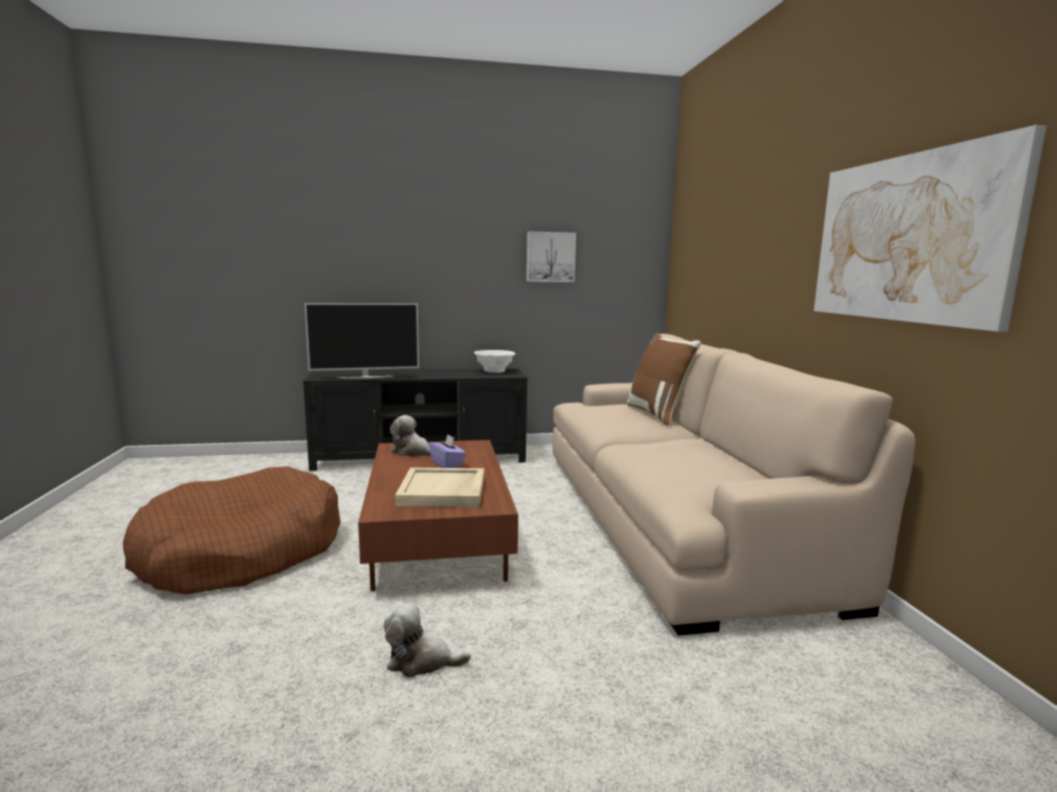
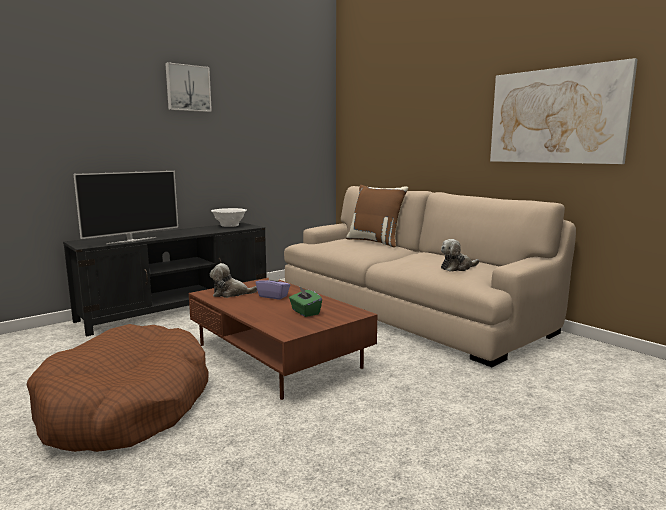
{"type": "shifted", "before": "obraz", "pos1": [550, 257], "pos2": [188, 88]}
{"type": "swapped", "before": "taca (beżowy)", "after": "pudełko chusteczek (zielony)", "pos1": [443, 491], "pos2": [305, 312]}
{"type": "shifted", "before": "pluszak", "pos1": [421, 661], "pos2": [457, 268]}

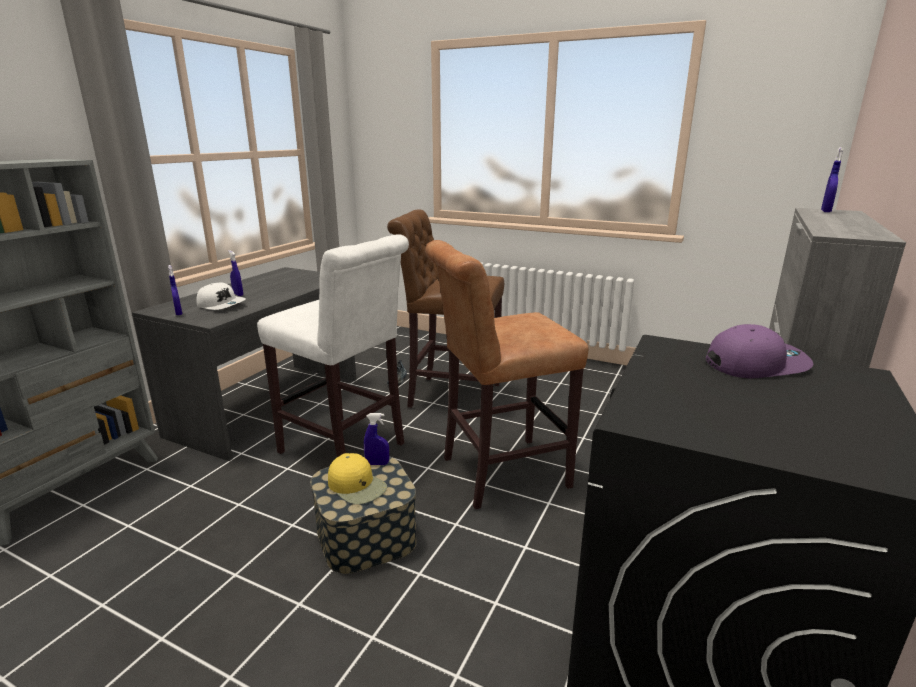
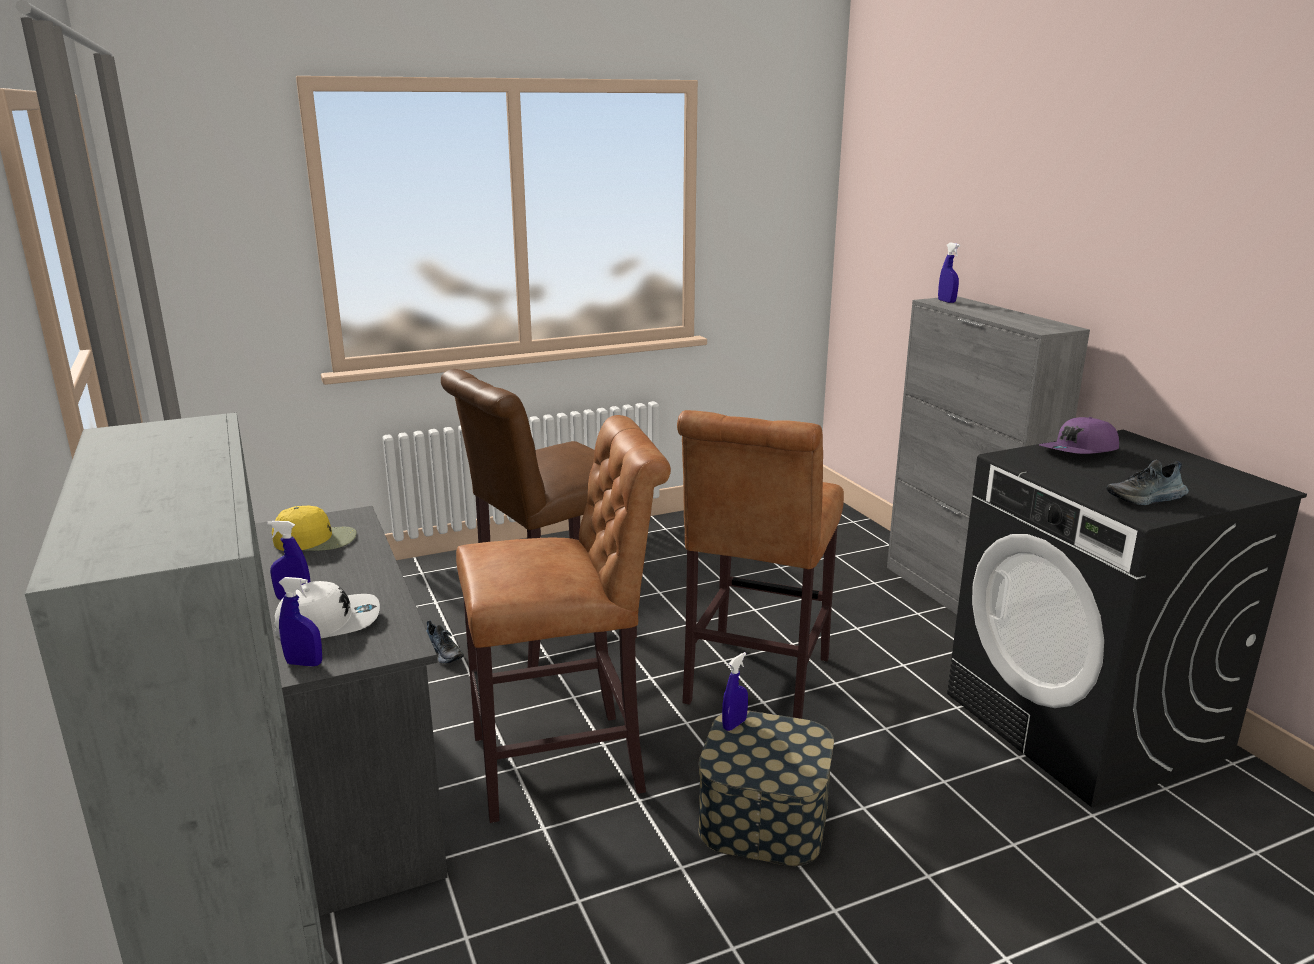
{"type": "shifted", "before": "czapka z daszkiem (żółty)", "pos1": [357, 486], "pos2": [316, 539]}
{"type": "repainted", "before": "stołek (biały)", "after": "stołek (brązowy)", "pos1": [347, 450], "pos2": [568, 763]}
{"type": "rotated", "before": "czapka z daszkiem (fioletowy)", "pos1": [755, 364], "pos2": [1079, 451], "turn": -150}
{"type": "new", "after": "but", "pos2": [1146, 499]}

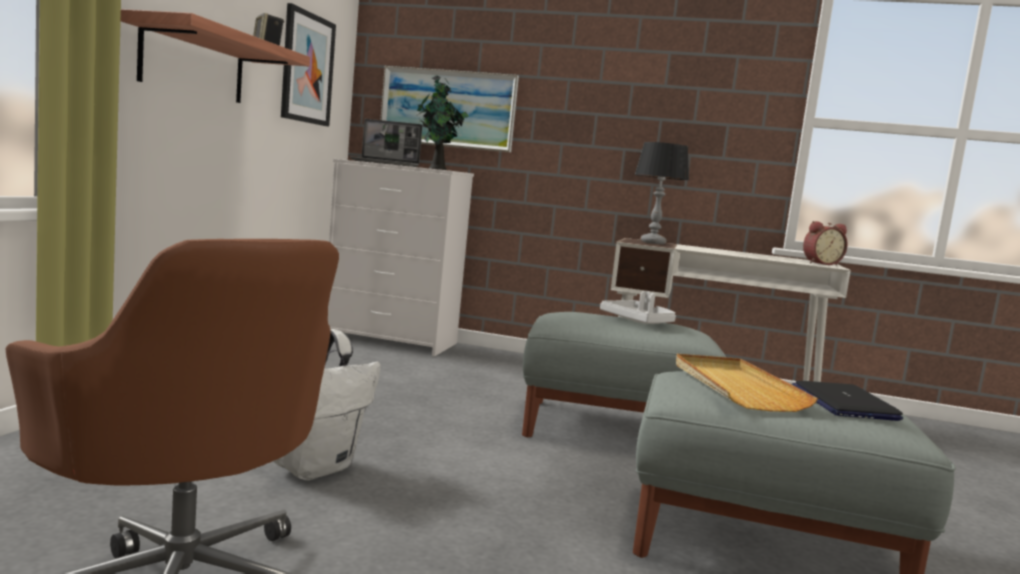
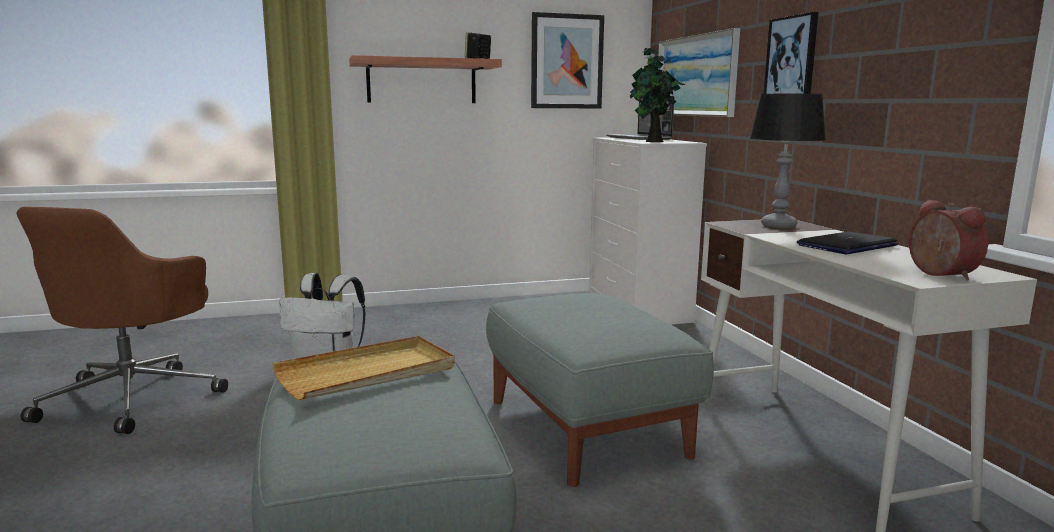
{"type": "new", "after": "obraz", "pos2": [792, 60]}
{"type": "shifted", "before": "laptop", "pos1": [843, 403], "pos2": [847, 245]}
{"type": "rotated", "before": "budzik", "pos1": [820, 263], "pos2": [938, 274], "turn": -150}
{"type": "gone", "before": "taca (szary)", "pos1": [638, 321]}

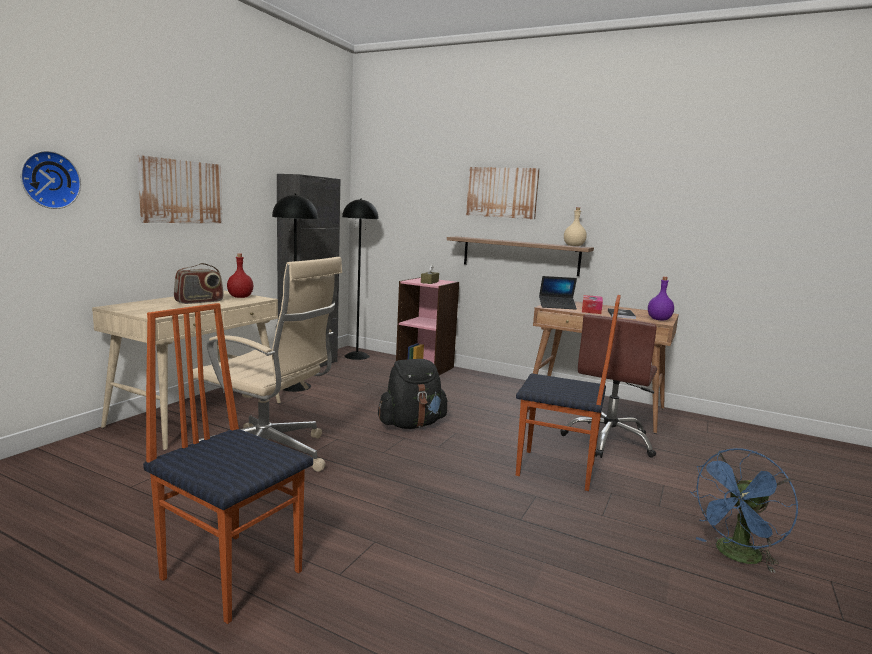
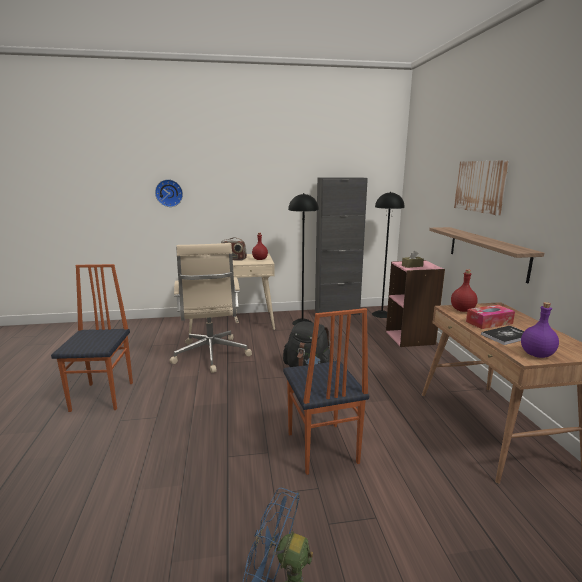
{"type": "swapped", "before": "laptop", "after": "butelka (czerwony)", "pos1": [557, 306], "pos2": [463, 310]}
{"type": "gone", "before": "obraz", "pos1": [181, 191]}
{"type": "gone", "before": "krzesło biurowe (brązowy)", "pos1": [609, 441]}
{"type": "gone", "before": "butelka (beżowy)", "pos1": [574, 246]}

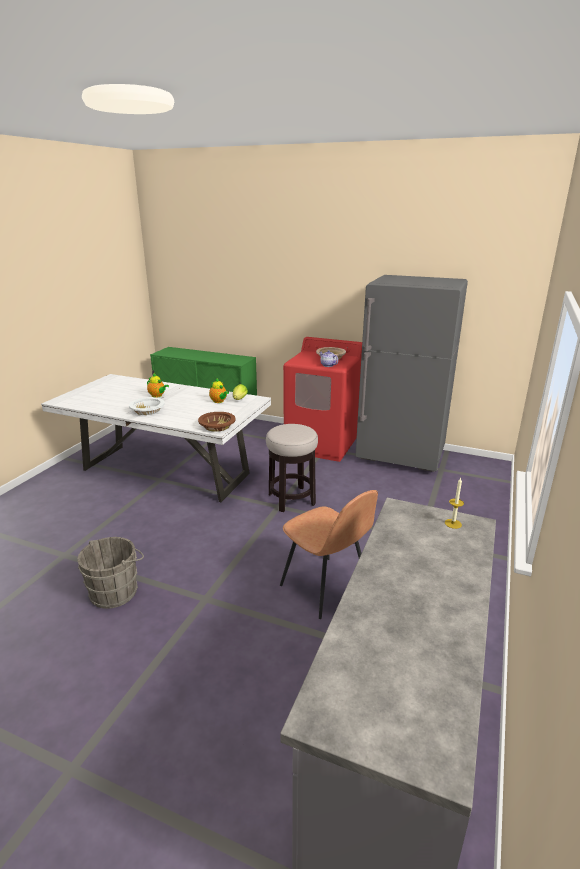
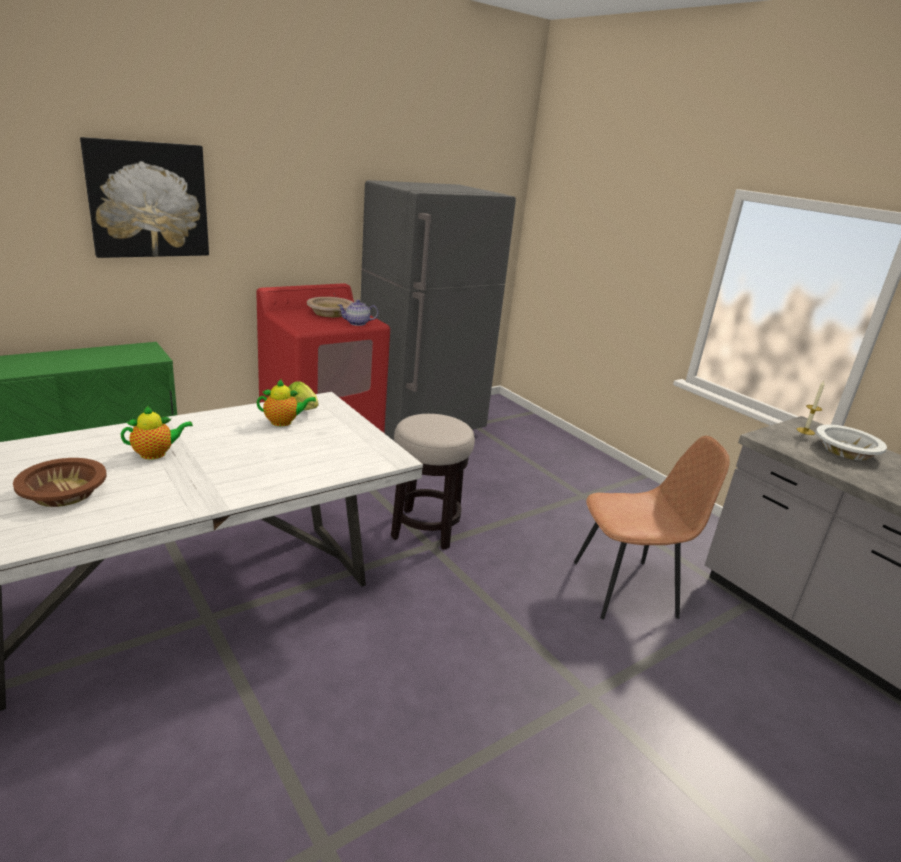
{"type": "shifted", "before": "miska (brązowy)", "pos1": [217, 426], "pos2": [64, 492]}
{"type": "new", "after": "obraz", "pos2": [148, 200]}
{"type": "shifted", "before": "miska (biały)", "pos1": [147, 410], "pos2": [846, 450]}
{"type": "gone", "before": "wiadro (szary)", "pos1": [116, 591]}

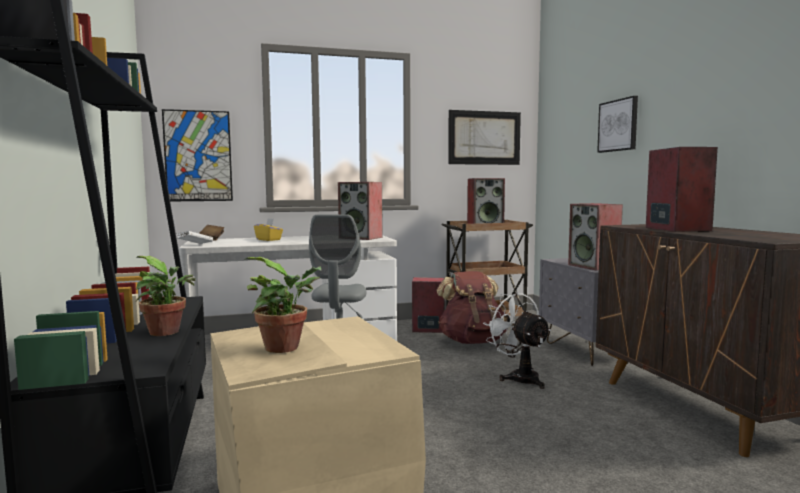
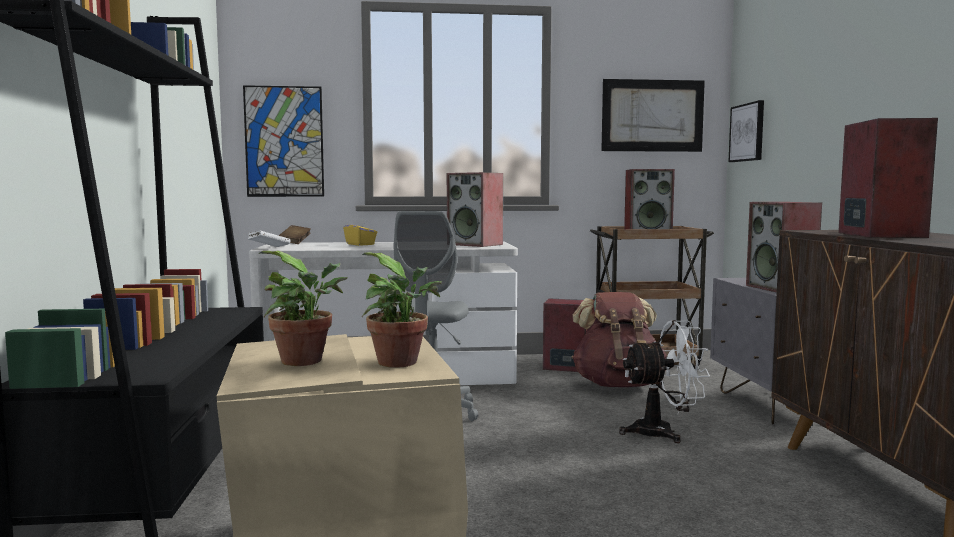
{"type": "shifted", "before": "roślina doniczkowa", "pos1": [167, 332], "pos2": [402, 363]}
{"type": "rotated", "before": "wentylator (biały)", "pos1": [519, 377], "pos2": [663, 432], "turn": 105}
{"type": "shifted", "before": "obraz", "pos1": [618, 125], "pos2": [747, 132]}

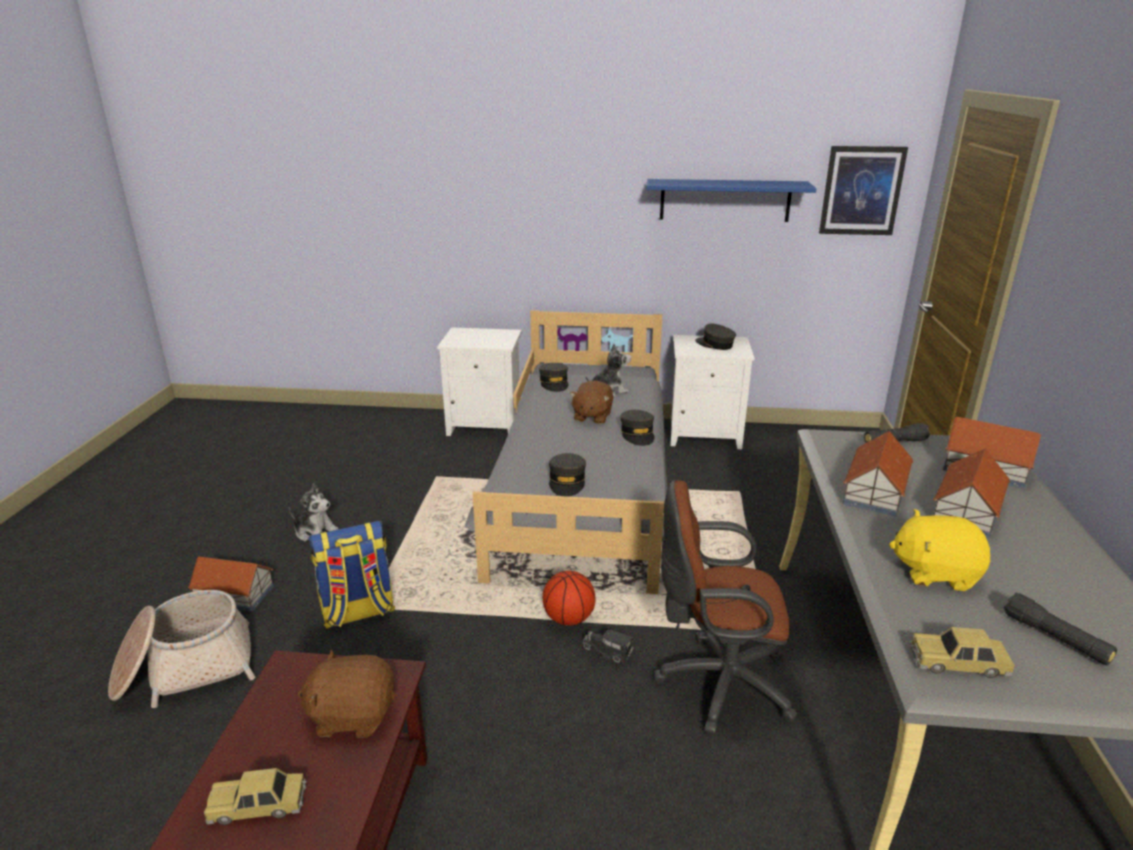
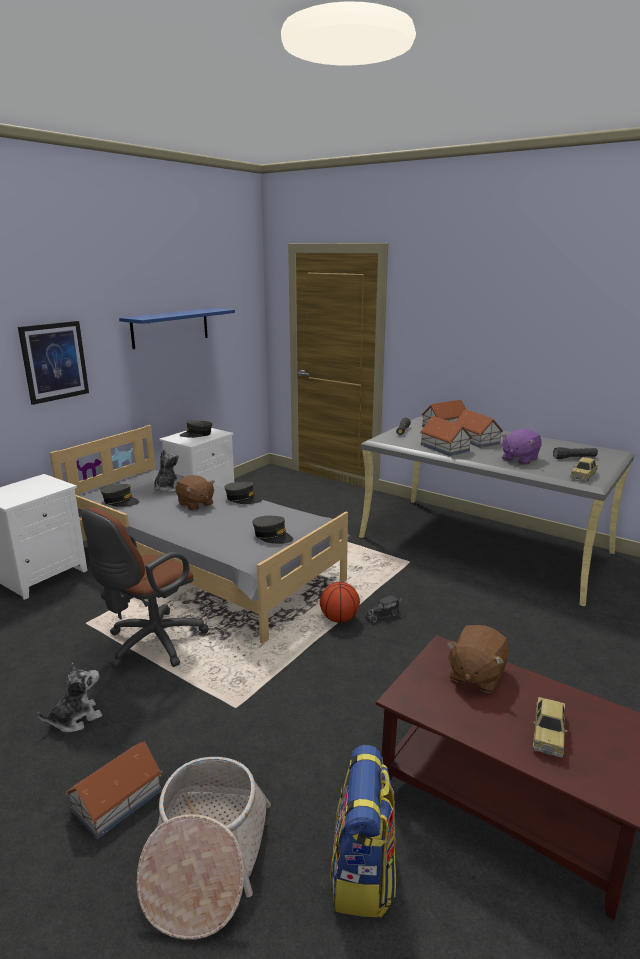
{"type": "shifted", "before": "obraz", "pos1": [861, 191], "pos2": [54, 361]}
{"type": "shifted", "before": "krzesło biurowe (brązowy)", "pos1": [717, 683], "pos2": [151, 644]}
{"type": "shifted", "before": "plecak", "pos1": [357, 612], "pos2": [363, 874]}
{"type": "repainted", "before": "pluszak (żółty)", "after": "pluszak (fioletowy)", "pos1": [934, 572], "pos2": [519, 459]}

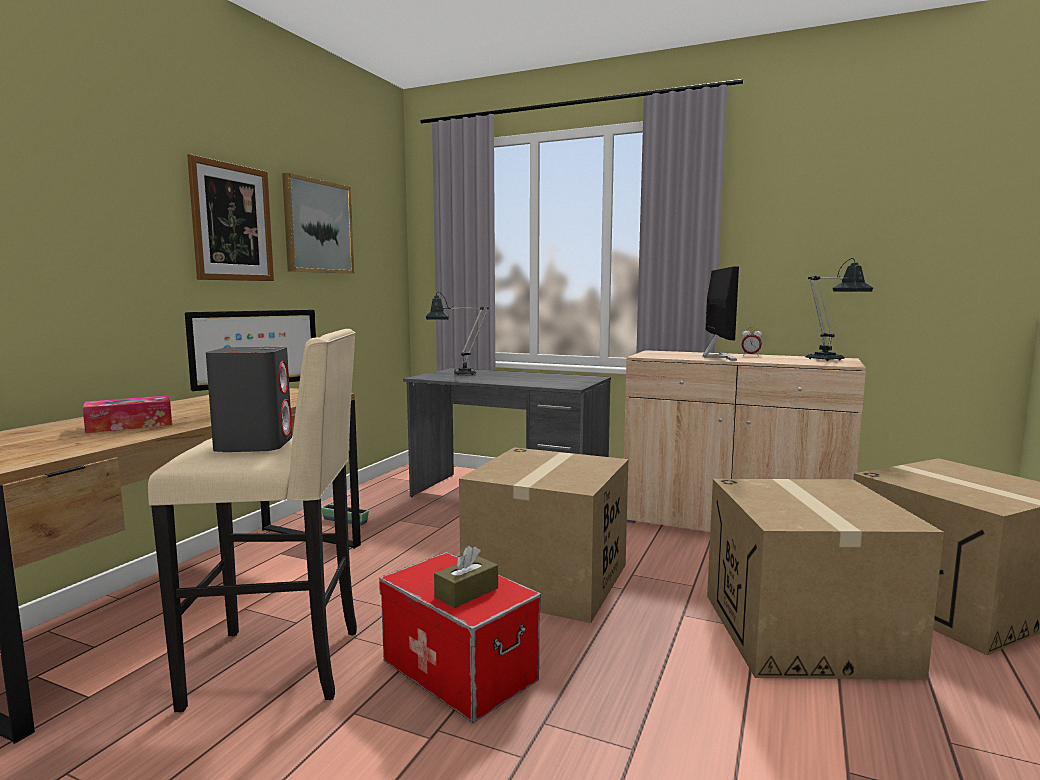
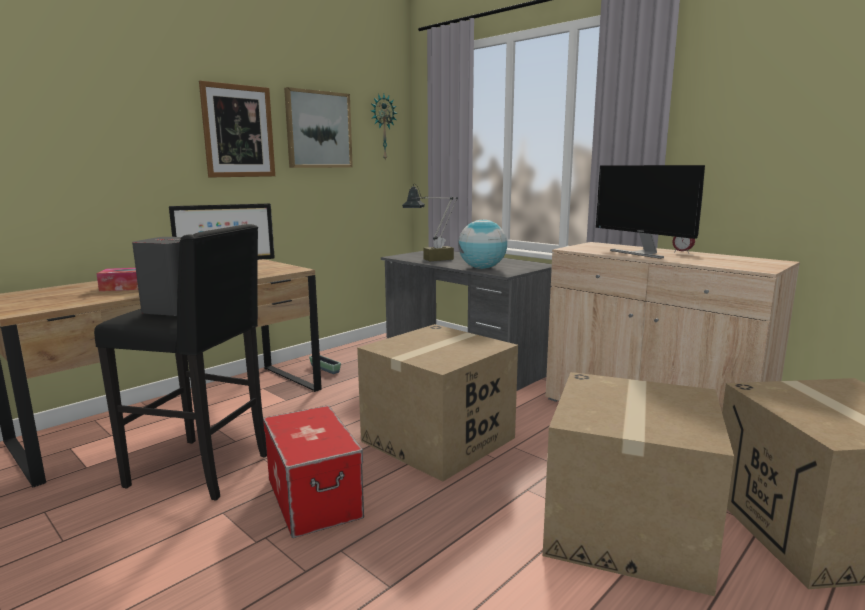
{"type": "repainted", "before": "stołek (beżowy)", "after": "stołek (czarny)", "pos1": [281, 666], "pos2": [203, 470]}
{"type": "new", "after": "zegar ścienny", "pos2": [382, 127]}
{"type": "shifted", "before": "pudełko chusteczek (brązowy)", "pos1": [466, 592], "pos2": [438, 259]}
{"type": "new", "after": "globus", "pos2": [482, 268]}
{"type": "rotated", "before": "monitor", "pos1": [717, 357], "pos2": [641, 253], "turn": 120}
{"type": "gone", "before": "lampa stołowa", "pos1": [830, 359]}

